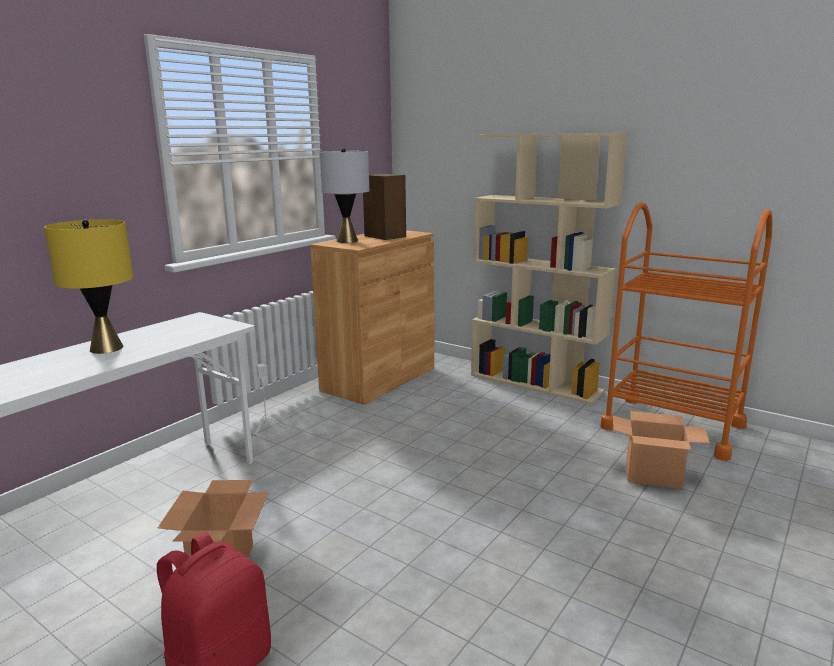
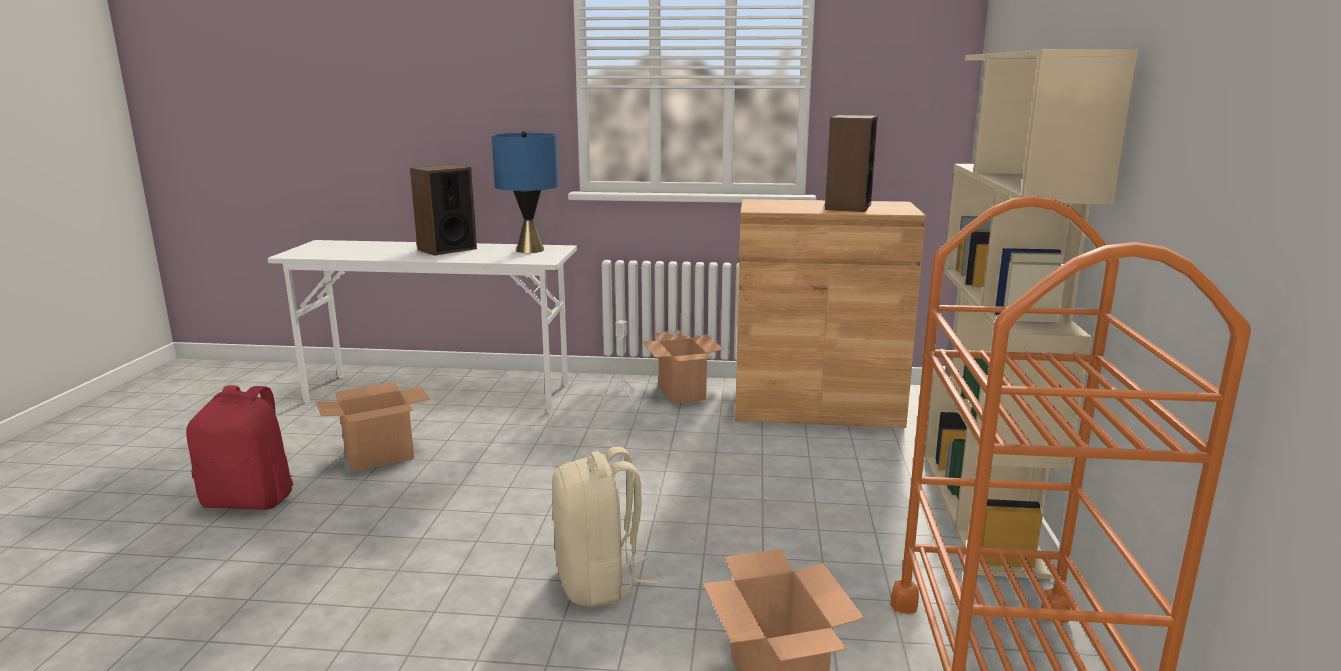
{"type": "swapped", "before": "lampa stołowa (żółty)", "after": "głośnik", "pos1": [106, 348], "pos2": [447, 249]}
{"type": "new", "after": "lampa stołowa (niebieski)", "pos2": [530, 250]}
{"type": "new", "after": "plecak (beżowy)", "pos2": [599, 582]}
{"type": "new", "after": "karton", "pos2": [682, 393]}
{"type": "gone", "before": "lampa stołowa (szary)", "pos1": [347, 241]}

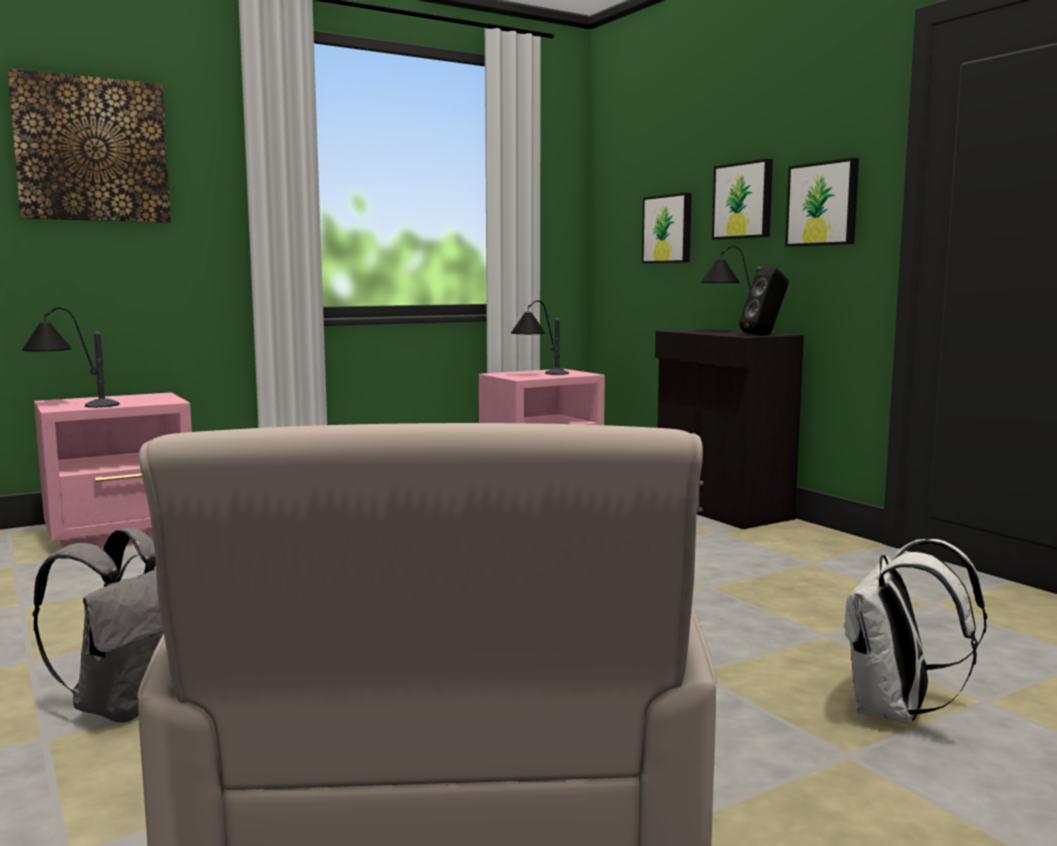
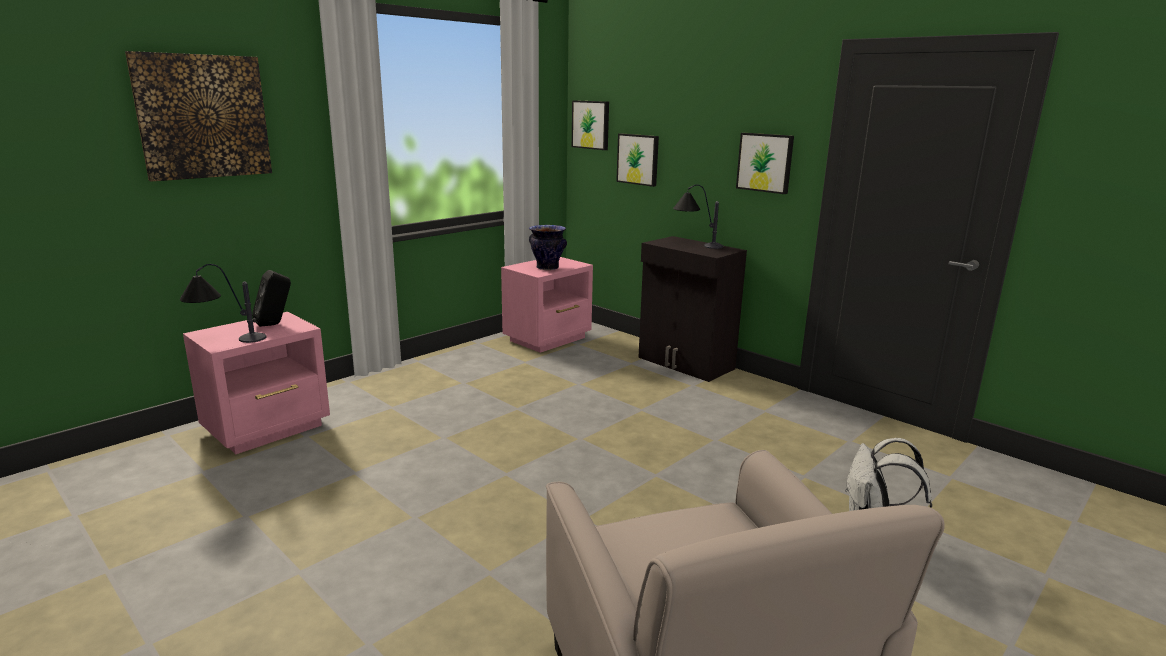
{"type": "shifted", "before": "głośnik (czarny)", "pos1": [764, 335], "pos2": [275, 324]}
{"type": "swapped", "before": "lampa stołowa", "after": "wazon", "pos1": [539, 375], "pos2": [548, 268]}
{"type": "shifted", "before": "obraz", "pos1": [744, 200], "pos2": [591, 125]}
{"type": "gone", "before": "plecak (szary)", "pos1": [129, 704]}

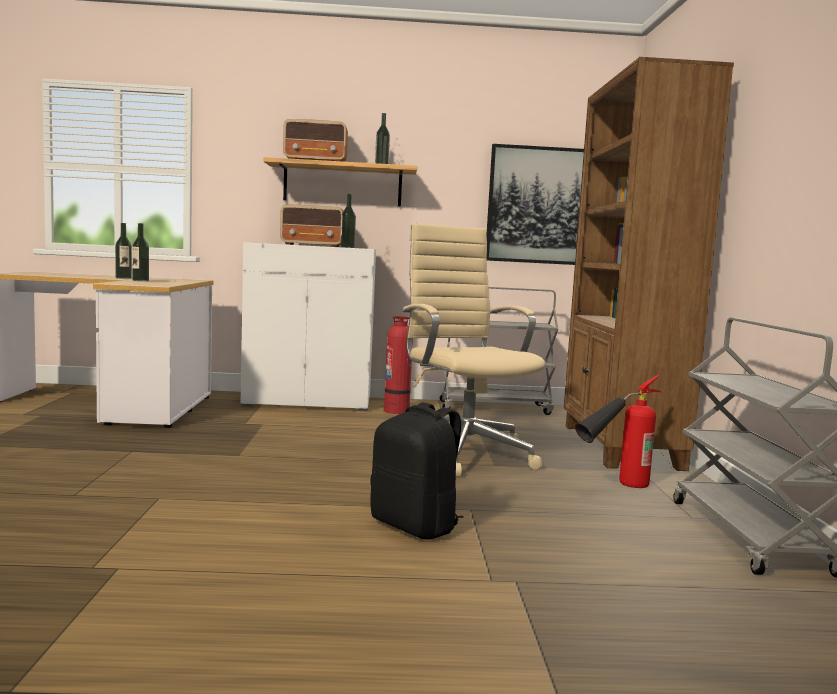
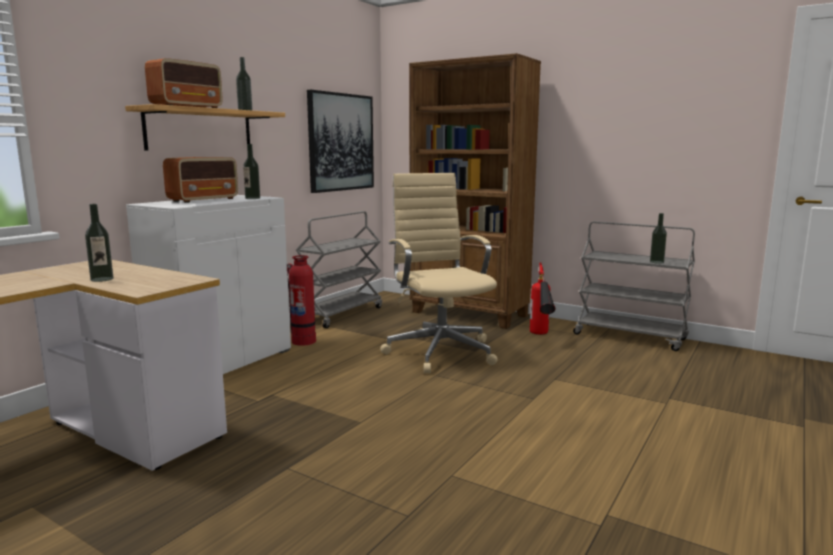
{"type": "rotated", "before": "krzesło biurowe (beżowy)", "pos1": [463, 453], "pos2": [440, 351], "turn": 60}
{"type": "shifted", "before": "butelka", "pos1": [123, 278], "pos2": [656, 262]}
{"type": "gone", "before": "plecak (czarny)", "pos1": [416, 526]}

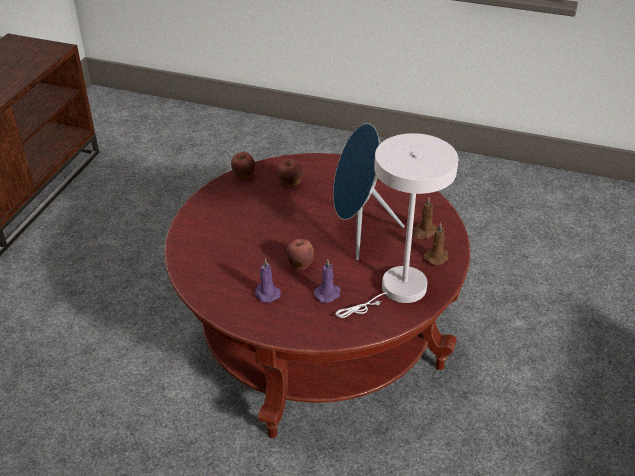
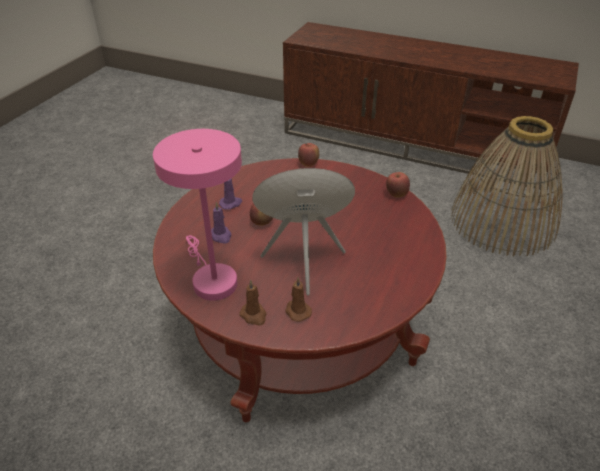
{"type": "repainted", "before": "lampa stołowa (biały)", "after": "lampa stołowa (różowy)", "pos1": [397, 291], "pos2": [211, 279]}
{"type": "shifted", "before": "jabłko", "pos1": [290, 183], "pos2": [308, 164]}
{"type": "new", "after": "koszyk", "pos2": [502, 222]}

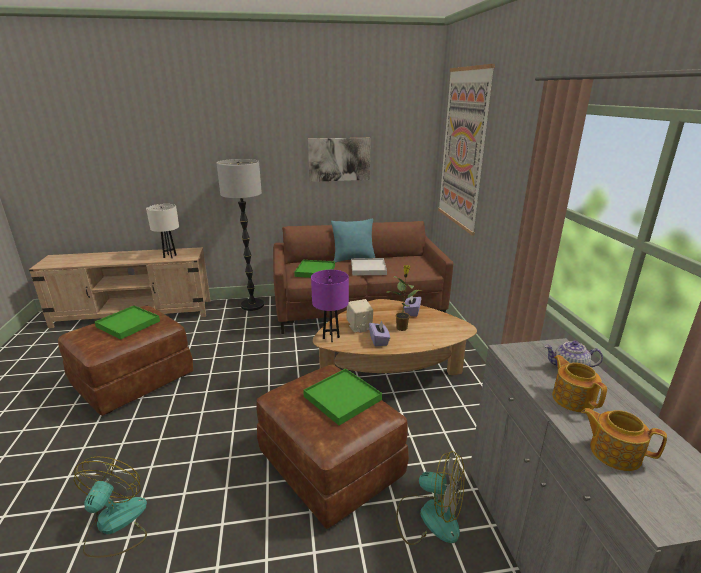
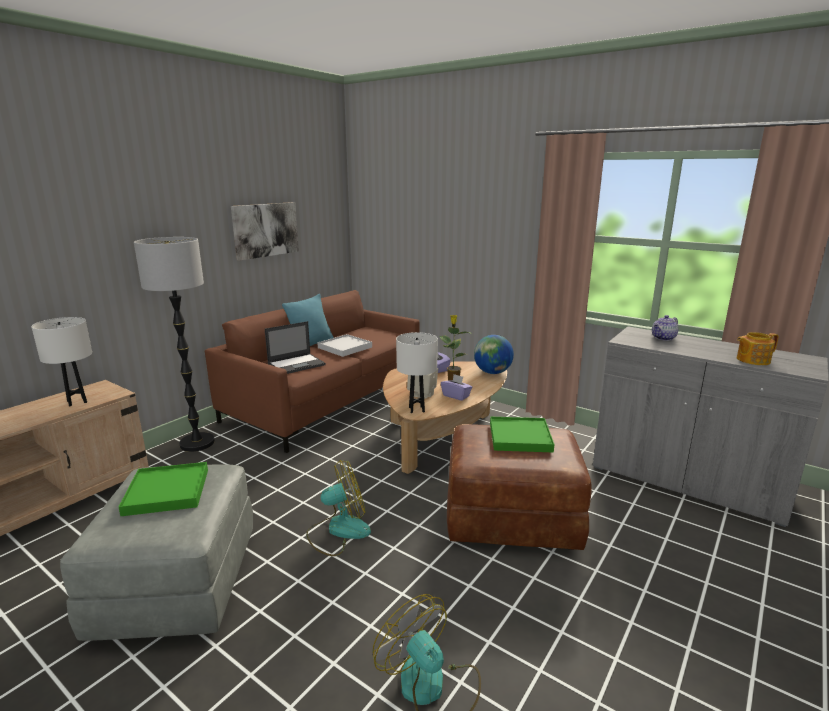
{"type": "repainted", "before": "pufa (brązowy)", "after": "pufa (szary)", "pos1": [134, 379], "pos2": [177, 581]}
{"type": "swapped", "before": "taca (zielony)", "after": "laptop", "pos1": [315, 271], "pos2": [297, 364]}
{"type": "shifted", "before": "wentylator", "pos1": [429, 517], "pos2": [338, 531]}
{"type": "repainted", "before": "lampa stołowa (fioletowy)", "after": "lampa stołowa (biały)", "pos1": [331, 338], "pos2": [417, 409]}
{"type": "new", "after": "globus", "pos2": [492, 372]}
{"type": "gone", "before": "obraz", "pos1": [463, 149]}
{"type": "gone", "before": "imbryk", "pos1": [572, 398]}

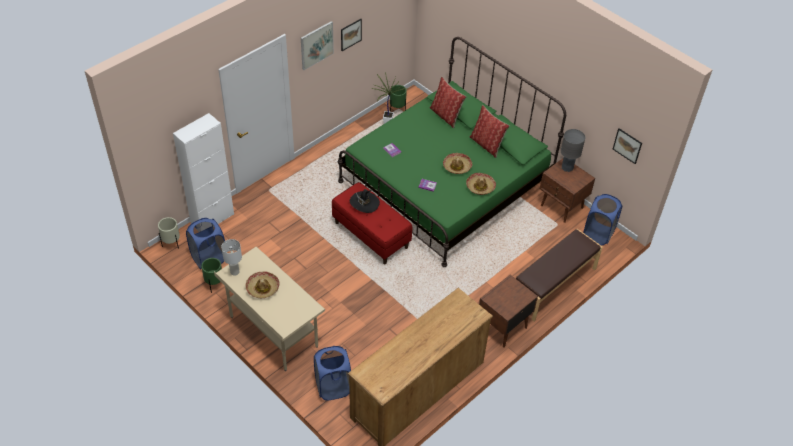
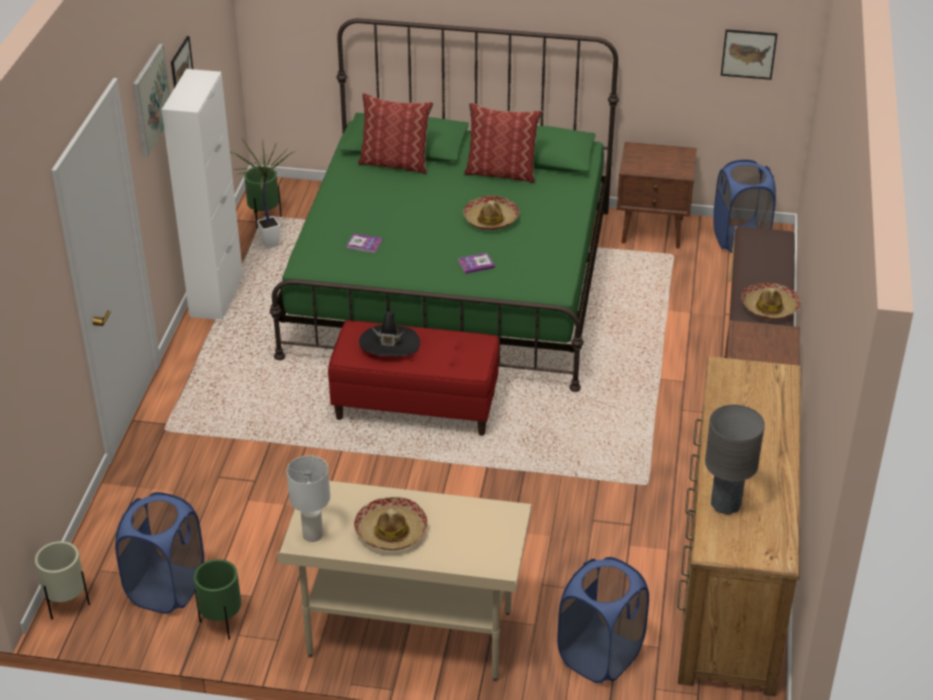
{"type": "shifted", "before": "szafka (biały)", "pos1": [212, 219], "pos2": [216, 296]}
{"type": "shifted", "before": "lampa stołowa (szary)", "pos1": [567, 167], "pos2": [725, 504]}
{"type": "shifted", "before": "kapelusz", "pos1": [480, 187], "pos2": [769, 307]}

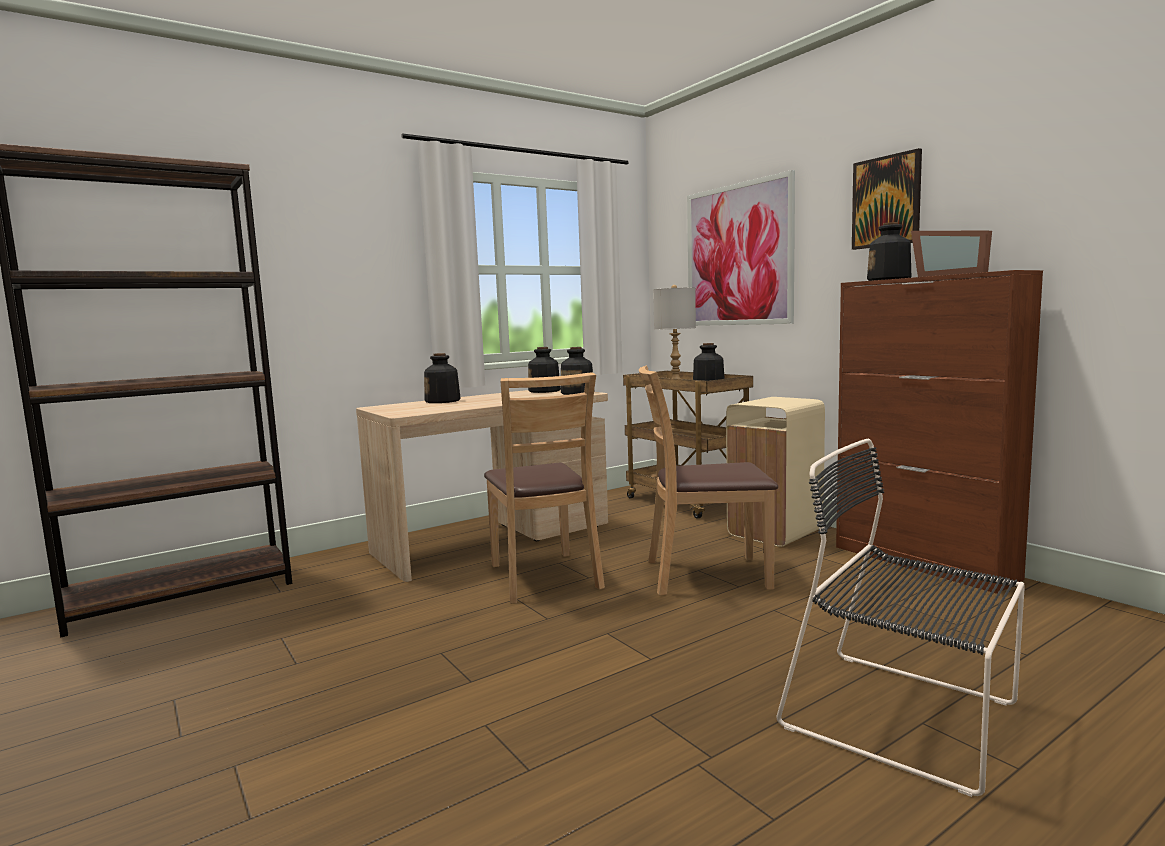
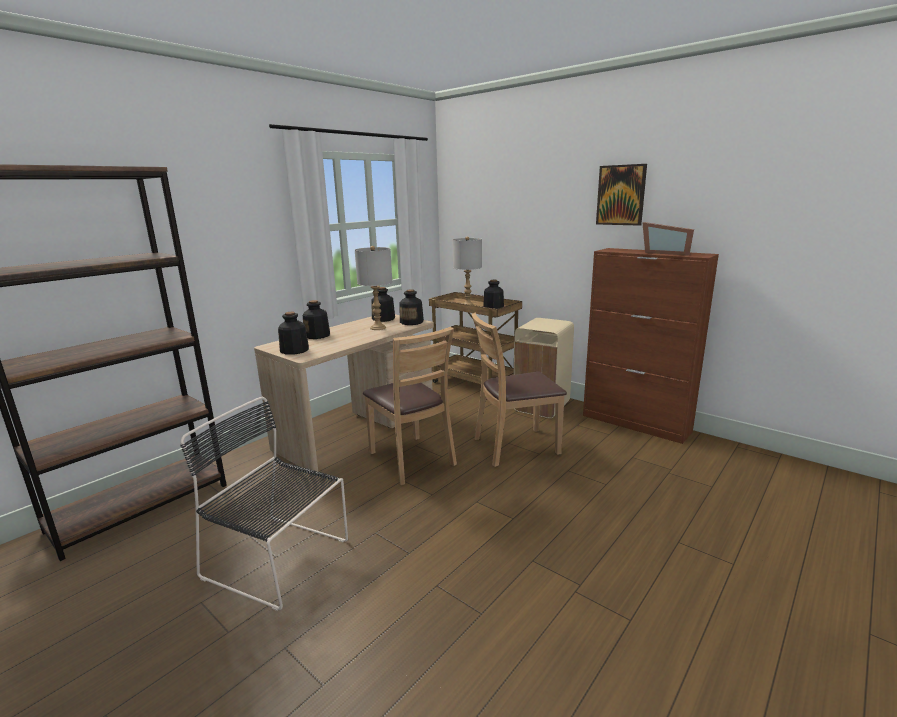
{"type": "shifted", "before": "krzesło (czarny)", "pos1": [907, 718], "pos2": [280, 560]}
{"type": "shifted", "before": "butelka", "pos1": [889, 279], "pos2": [294, 350]}
{"type": "new", "after": "lampa stołowa (szary)", "pos2": [378, 328]}
{"type": "gone", "before": "obraz", "pos1": [738, 255]}

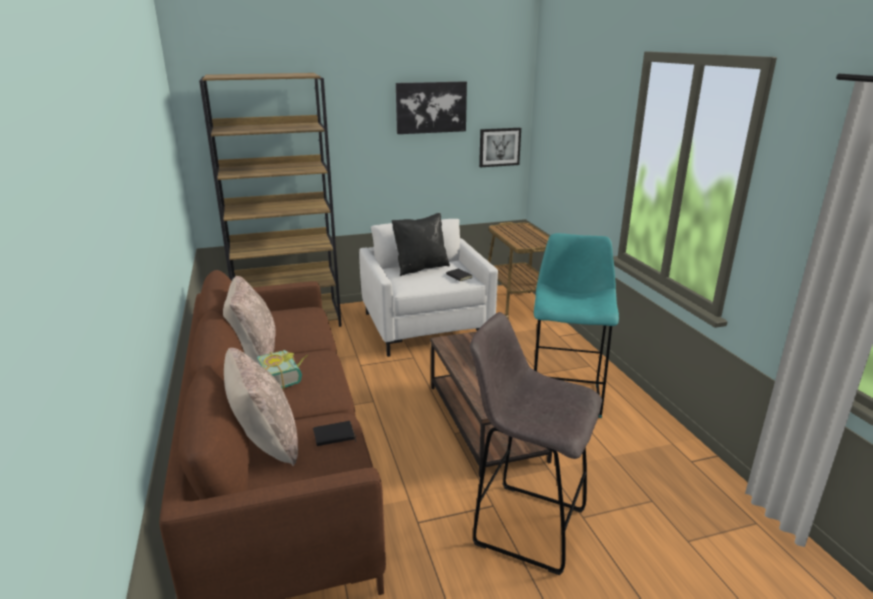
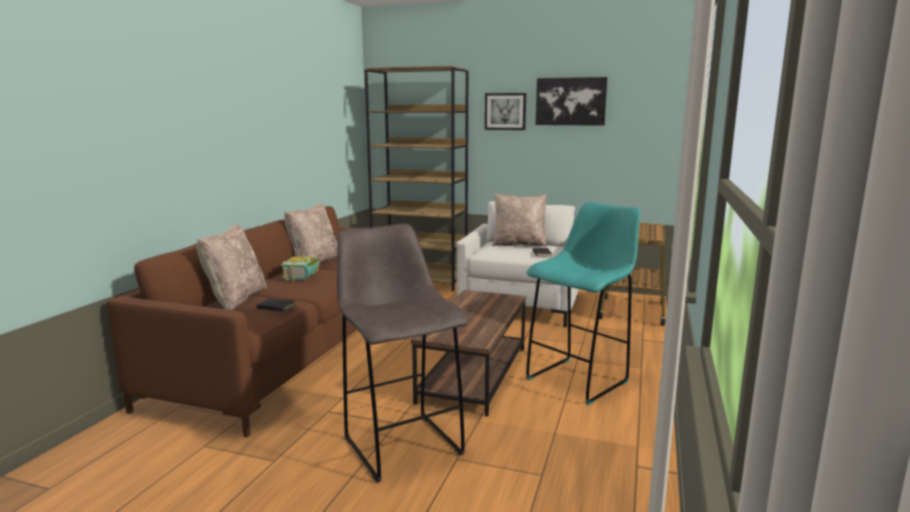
{"type": "shifted", "before": "obraz", "pos1": [499, 147], "pos2": [505, 111]}
{"type": "repainted", "before": "poduszka (czarny)", "after": "poduszka (beżowy)", "pos1": [420, 268], "pos2": [519, 244]}

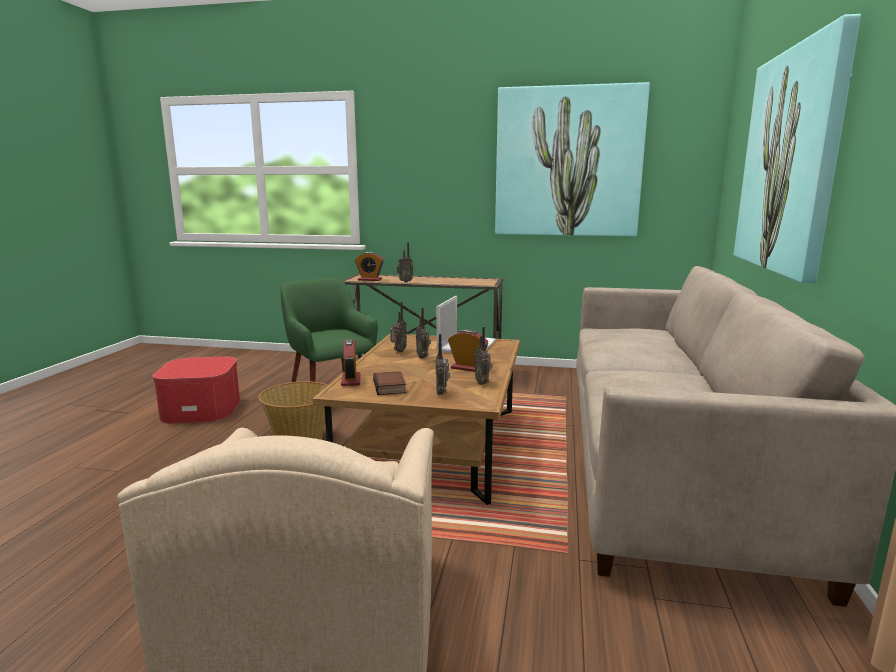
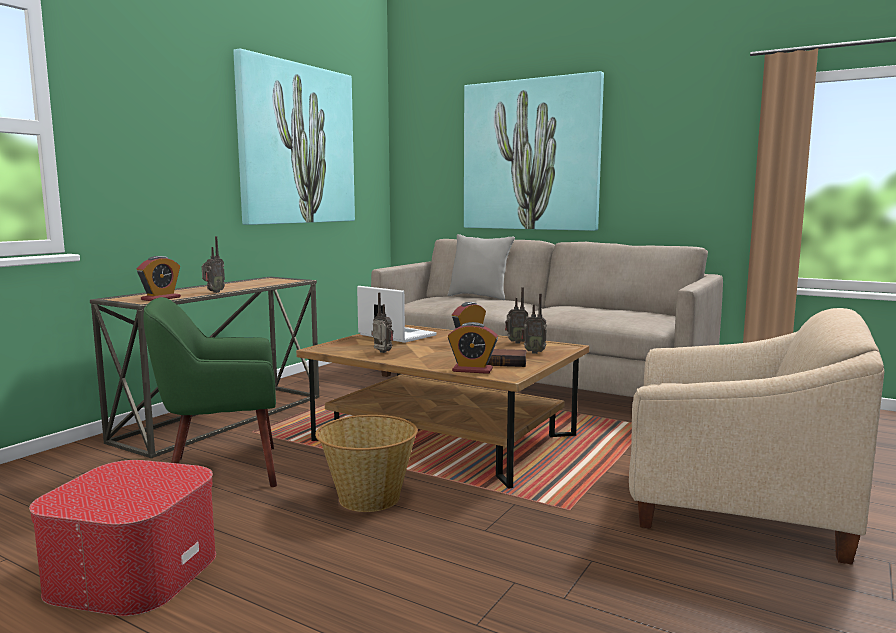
{"type": "new", "after": "poduszka (szary)", "pos2": [479, 297]}
{"type": "gone", "before": "radio", "pos1": [423, 357]}

